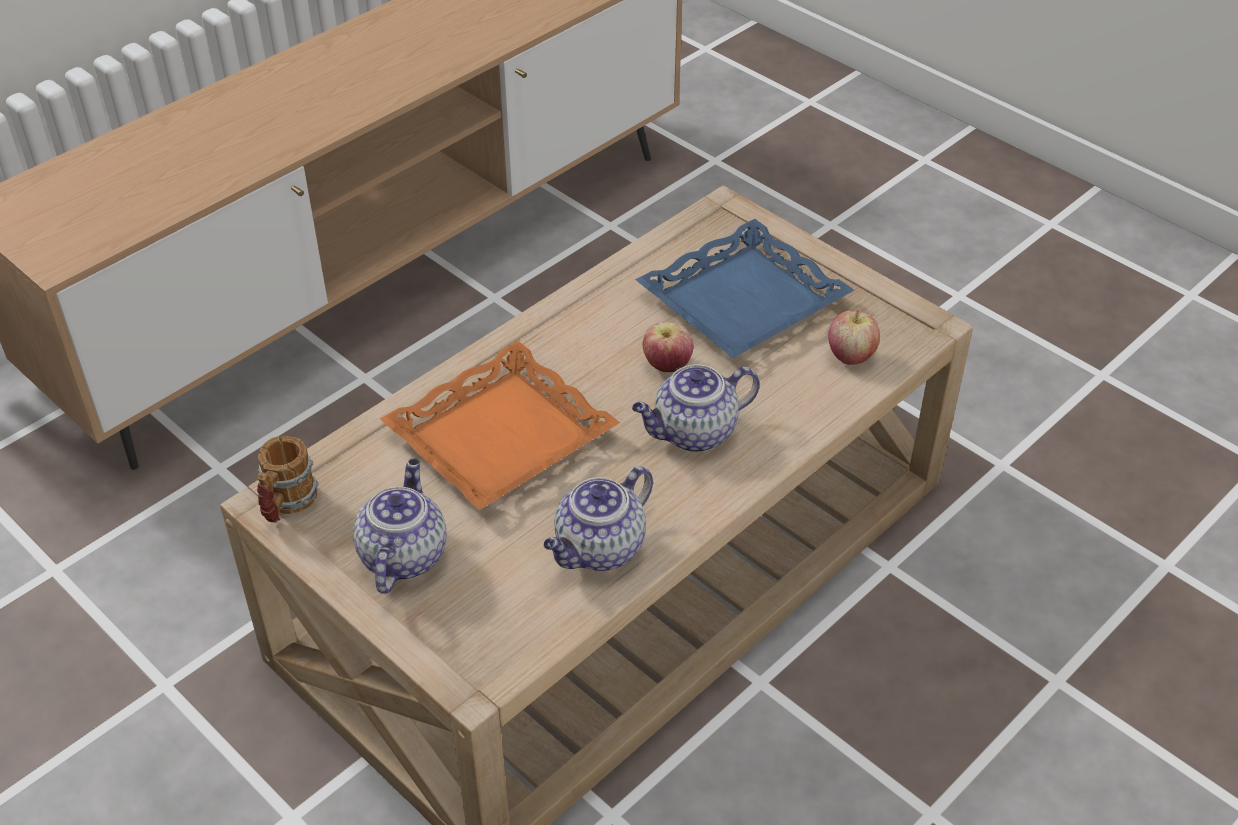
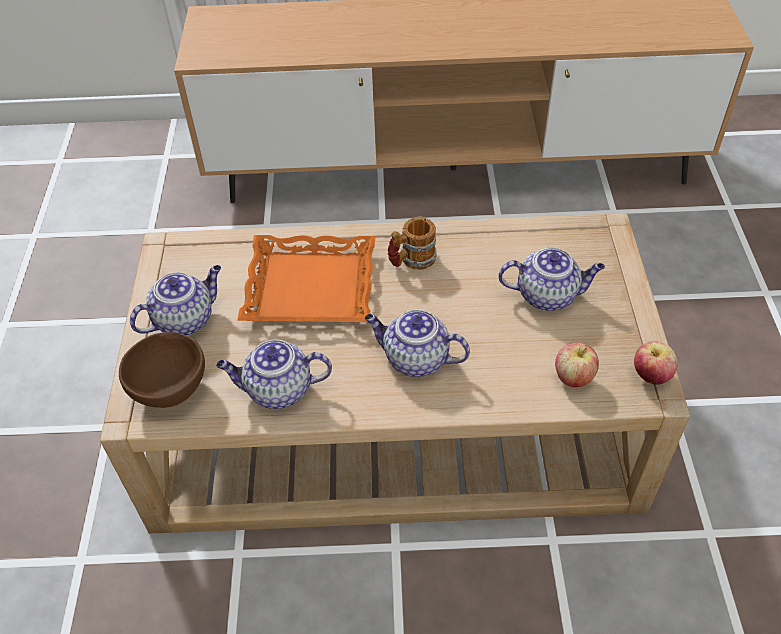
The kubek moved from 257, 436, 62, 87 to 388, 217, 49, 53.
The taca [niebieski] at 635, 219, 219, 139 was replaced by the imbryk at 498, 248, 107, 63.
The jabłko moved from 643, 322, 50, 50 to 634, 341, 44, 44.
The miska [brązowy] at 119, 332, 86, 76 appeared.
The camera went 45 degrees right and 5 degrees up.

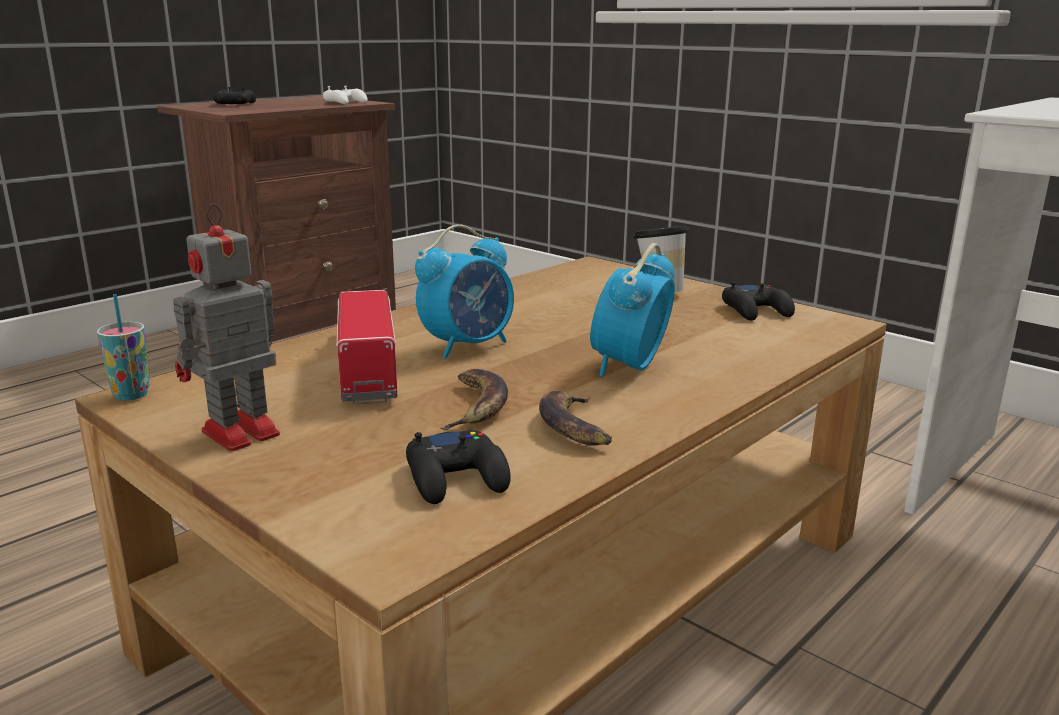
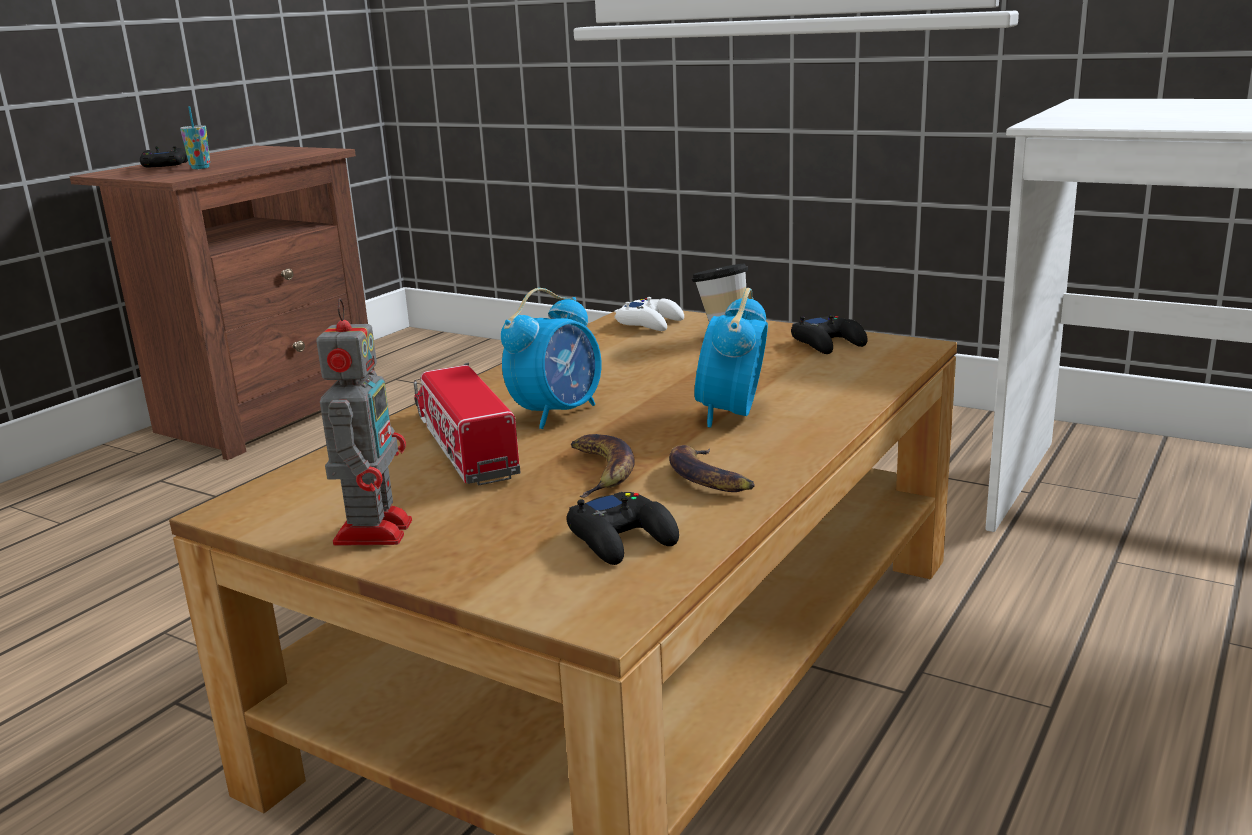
The filiżanka moved from 97, 294, 53, 107 to 180, 106, 30, 63.
The robot zabawkowy at 173, 204, 107, 248 turned 150 degrees clockwise.
The pad do gier [biały] moved from 323, 86, 45, 18 to 614, 297, 70, 34.
The camera went 10 degrees left and 0 degrees up.

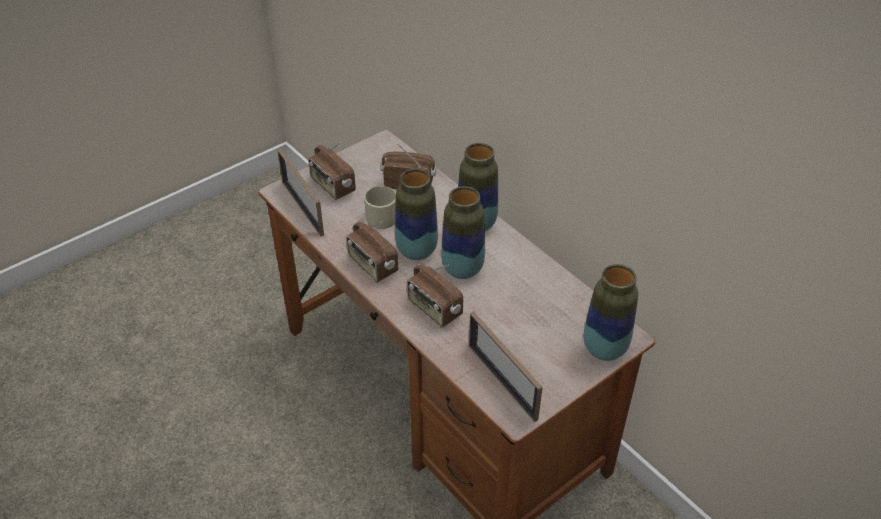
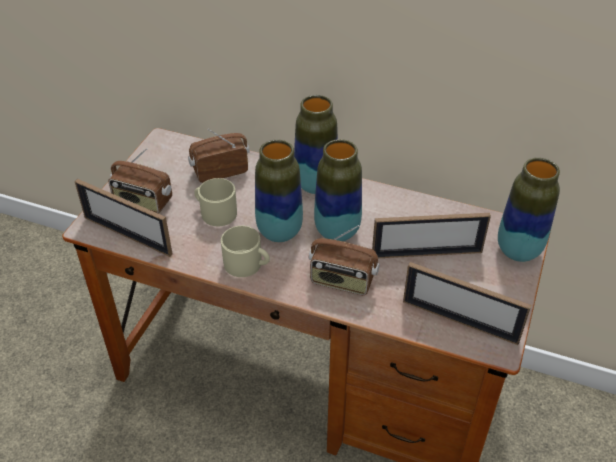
The radio at 346, 221, 52, 61 was replaced by the kubek [beżowy] at 221, 226, 49, 51.
The ramka na zdjęcie at 372, 213, 119, 45 appeared.
The camera went 30 degrees left and 0 degrees up.

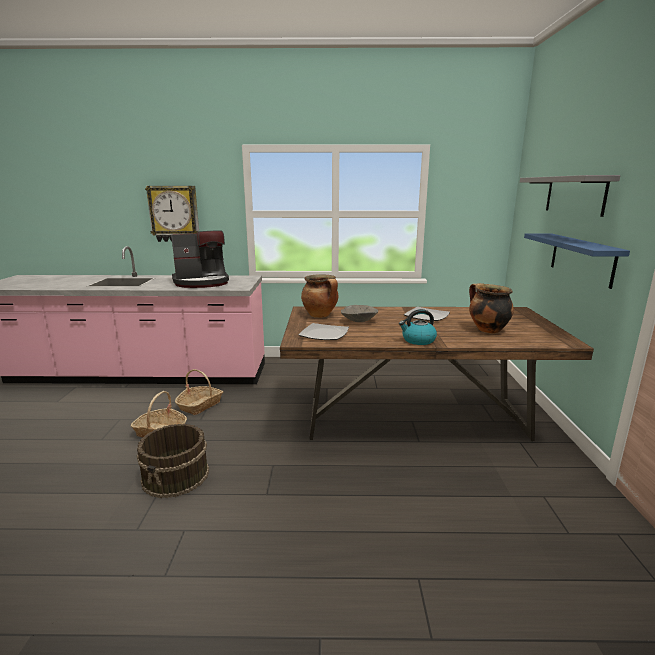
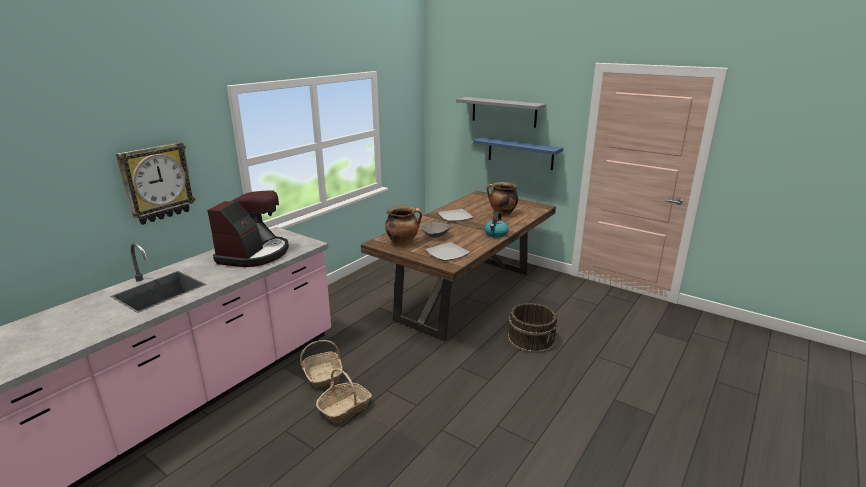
The wiadro [brązowy] moved from 137, 424, 72, 74 to 508, 303, 49, 51.
The camera went 55 degrees left and 5 degrees up.

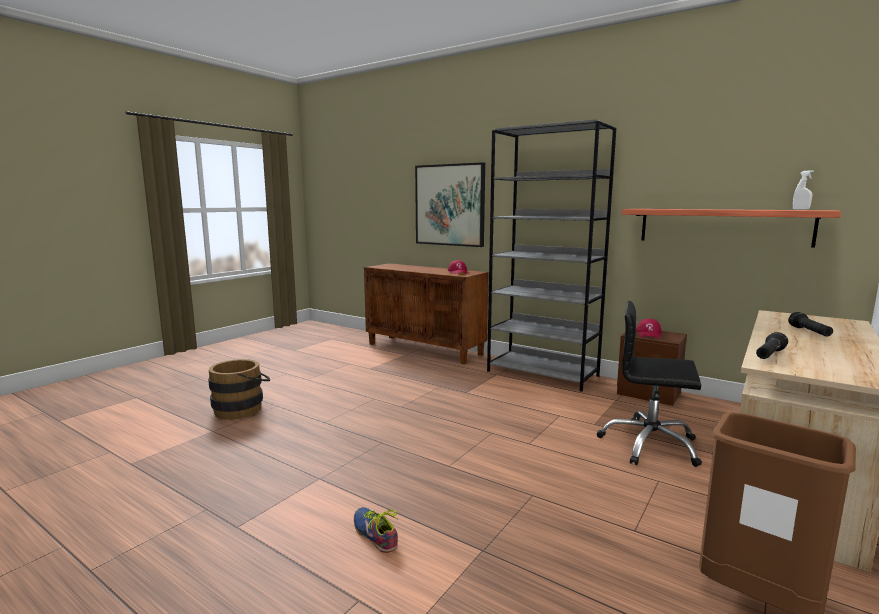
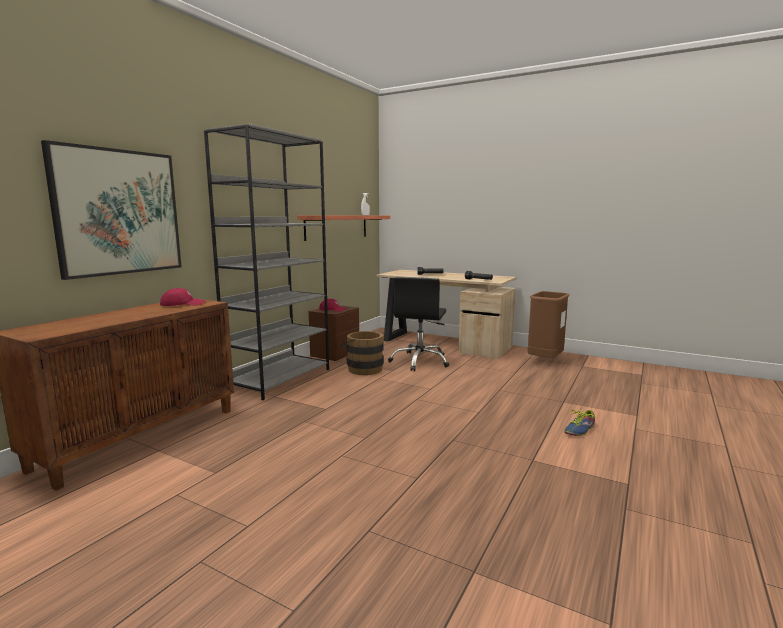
The wiadro [brązowy] moved from 208, 359, 62, 61 to 340, 331, 44, 44.
The camera went 95 degrees left and 0 degrees up.

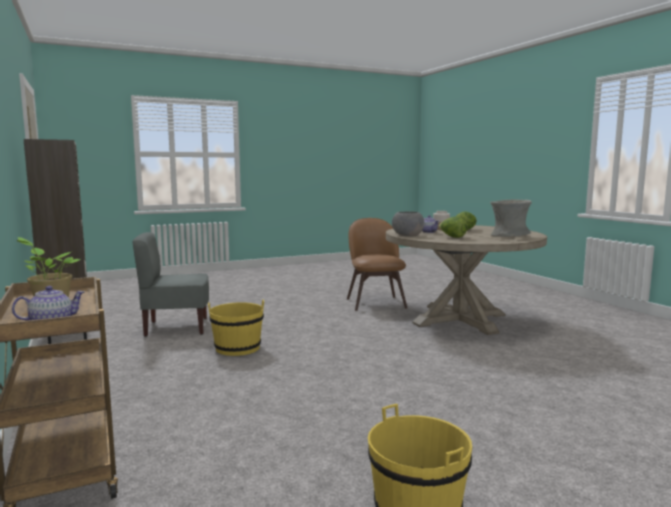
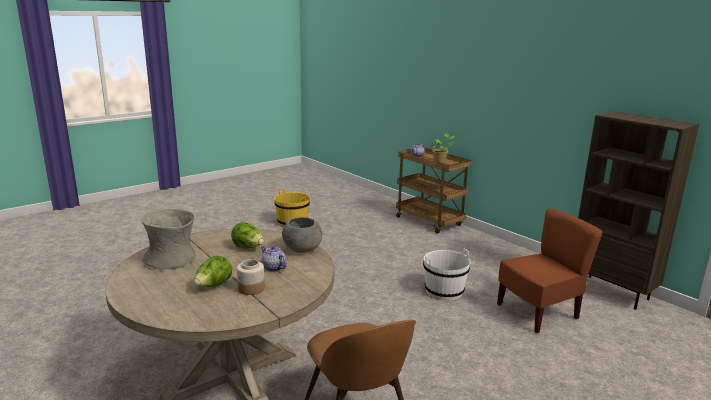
The krzesło [szary] at 133, 232, 76, 105 became the krzesło [brązowy] at 497, 208, 106, 125.
The wiadro [żółty] at 208, 299, 56, 57 became the wiadro [biały] at 423, 248, 48, 52.
The camera went 165 degrees right and 10 degrees up.

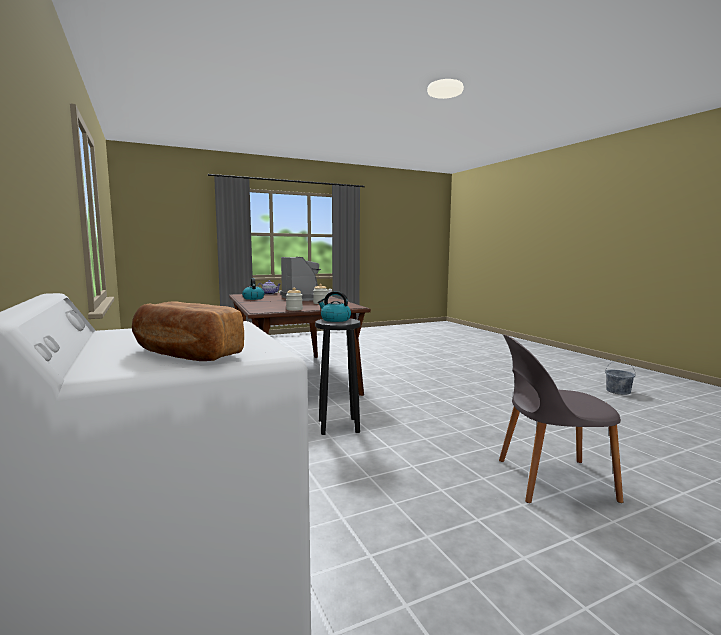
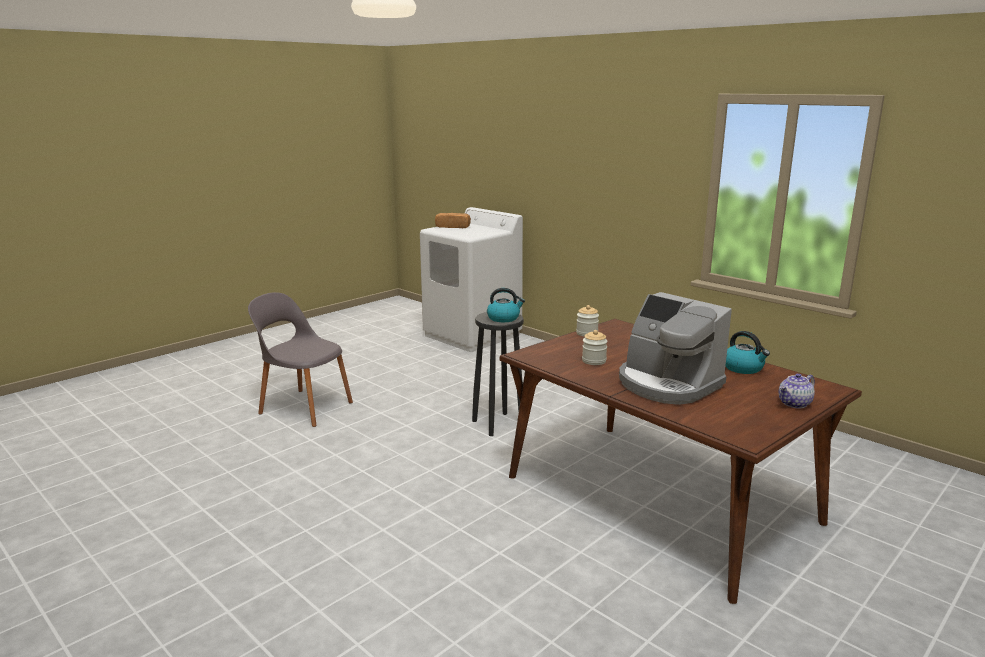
The krzesło [szary] at 499, 334, 124, 169 turned 135 degrees counterclockwise.
The wiadro [szary] at 605, 359, 31, 36 disappeared.
The camera went 160 degrees right and 10 degrees up.

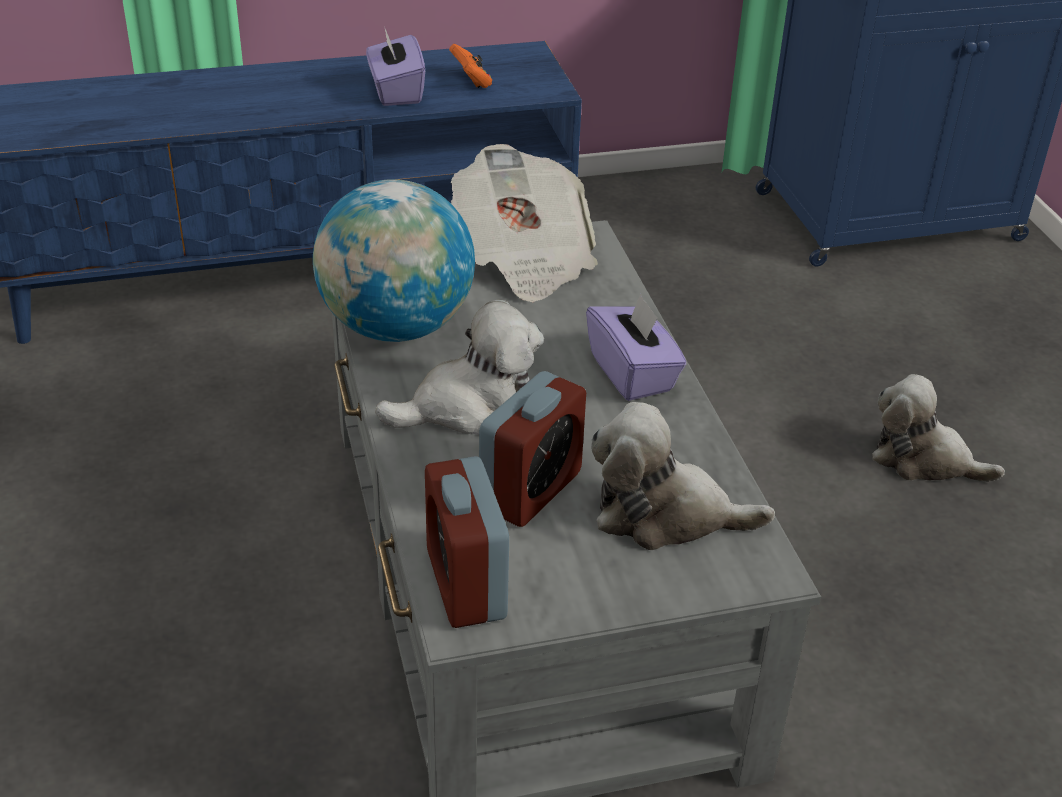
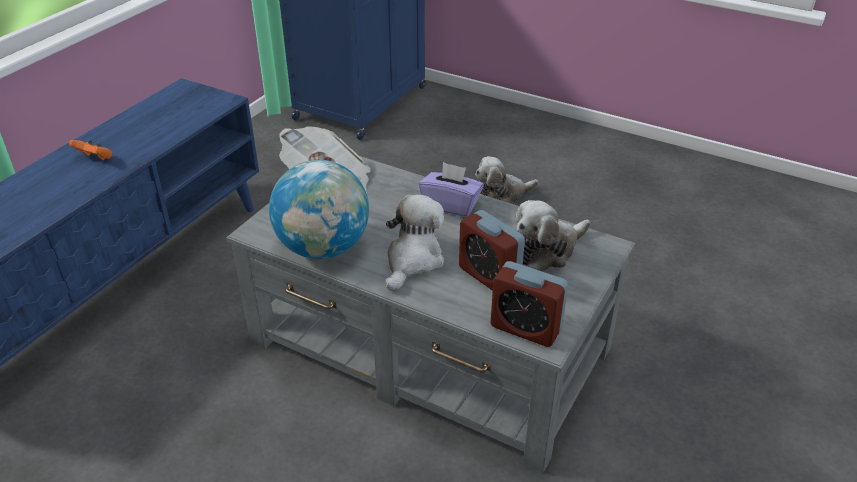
The pudełko chusteczek [fioletowy] at 366, 29, 59, 77 disappeared.
The pad do gier [pomarańczowy] moved from 449, 44, 43, 44 to 69, 140, 44, 21.
The budzik at 479, 371, 107, 156 turned 150 degrees clockwise.
The camera went 45 degrees left and 0 degrees up.

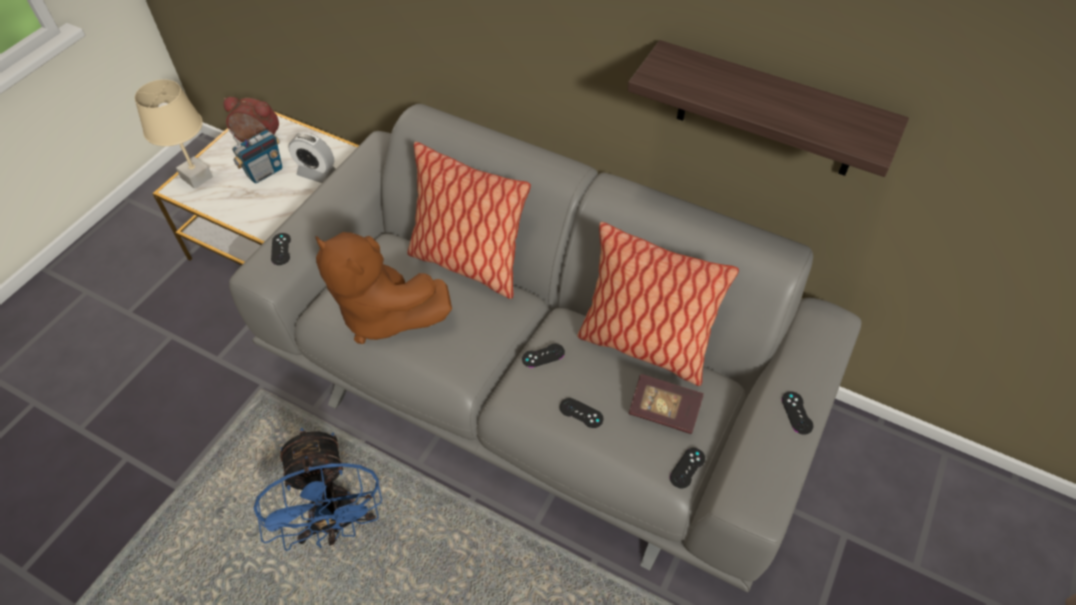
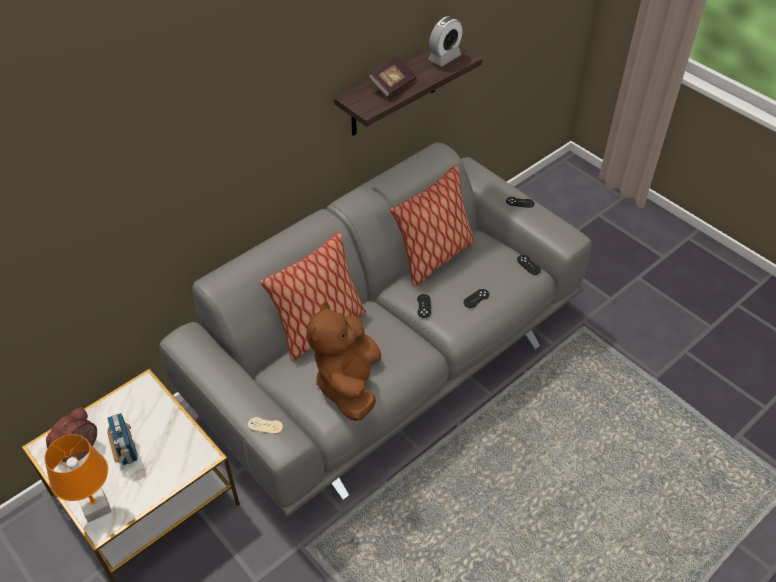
The lampa stołowa [beżowy] at 135, 79, 78, 110 became the lampa stołowa [pomarańczowy] at 45, 434, 67, 89.
The wentylator [niebieski] at 253, 428, 129, 123 disappeared.
The pad do gier [czarny] at 271, 233, 20, 32 became the pad do gier [beżowy] at 248, 417, 35, 17.
The budzik moved from 288, 132, 48, 51 to 428, 16, 34, 50.
The pluszak [brązowy] at 315, 232, 137, 112 turned 135 degrees clockwise.
The książka moved from 628, 374, 76, 60 to 368, 56, 48, 41.
The camera went 70 degrees left and 5 degrees down.

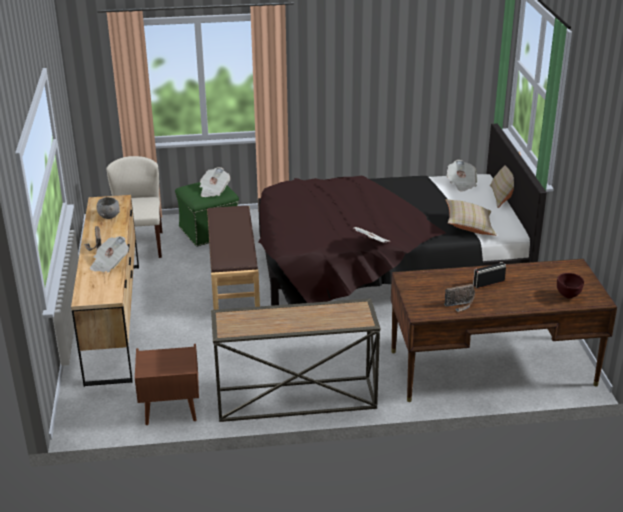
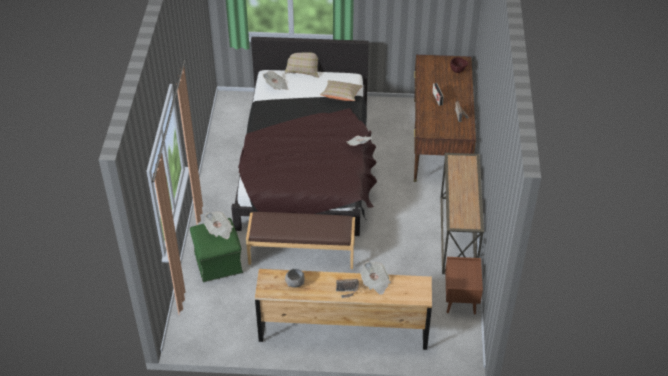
The krzesło [beżowy] at 106, 156, 57, 102 disappeared.
The camera went 80 degrees left and 15 degrees up.

